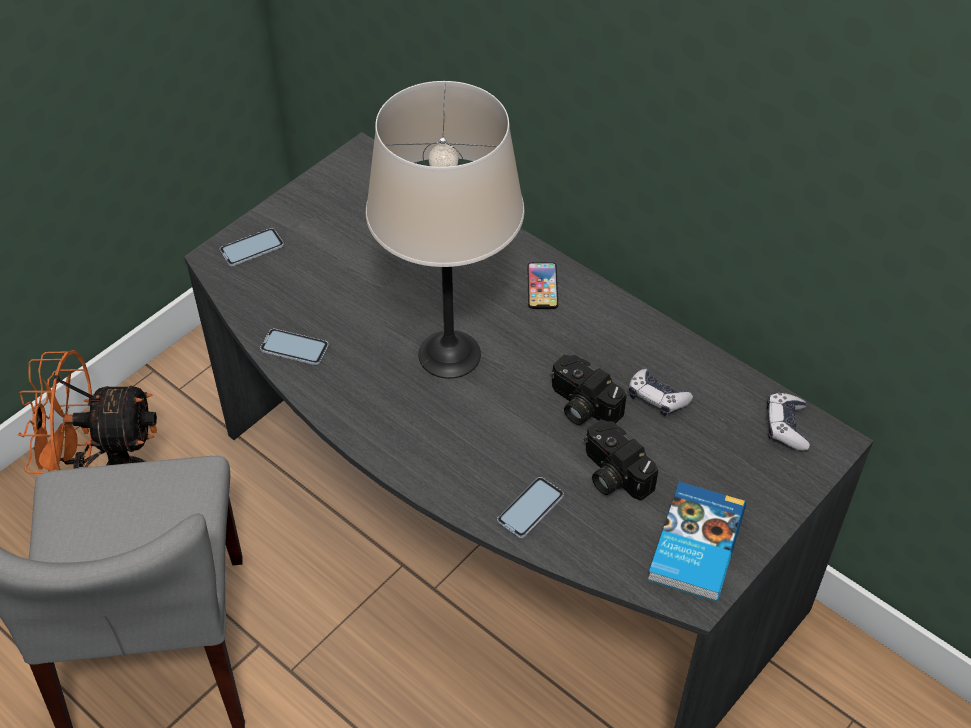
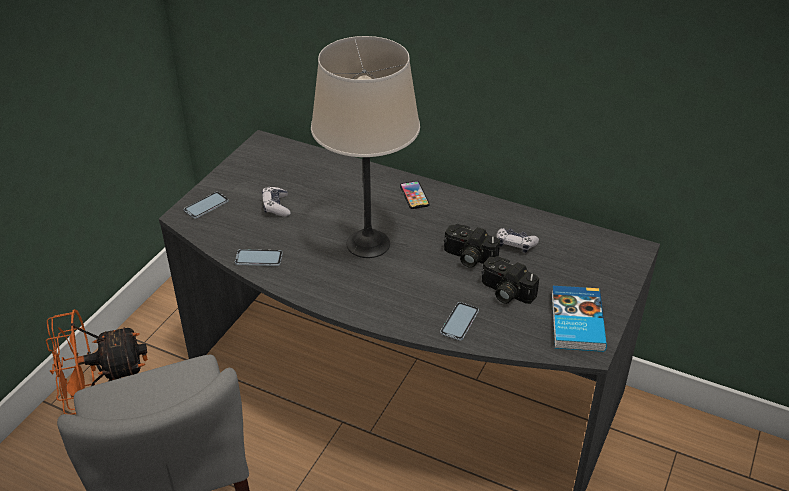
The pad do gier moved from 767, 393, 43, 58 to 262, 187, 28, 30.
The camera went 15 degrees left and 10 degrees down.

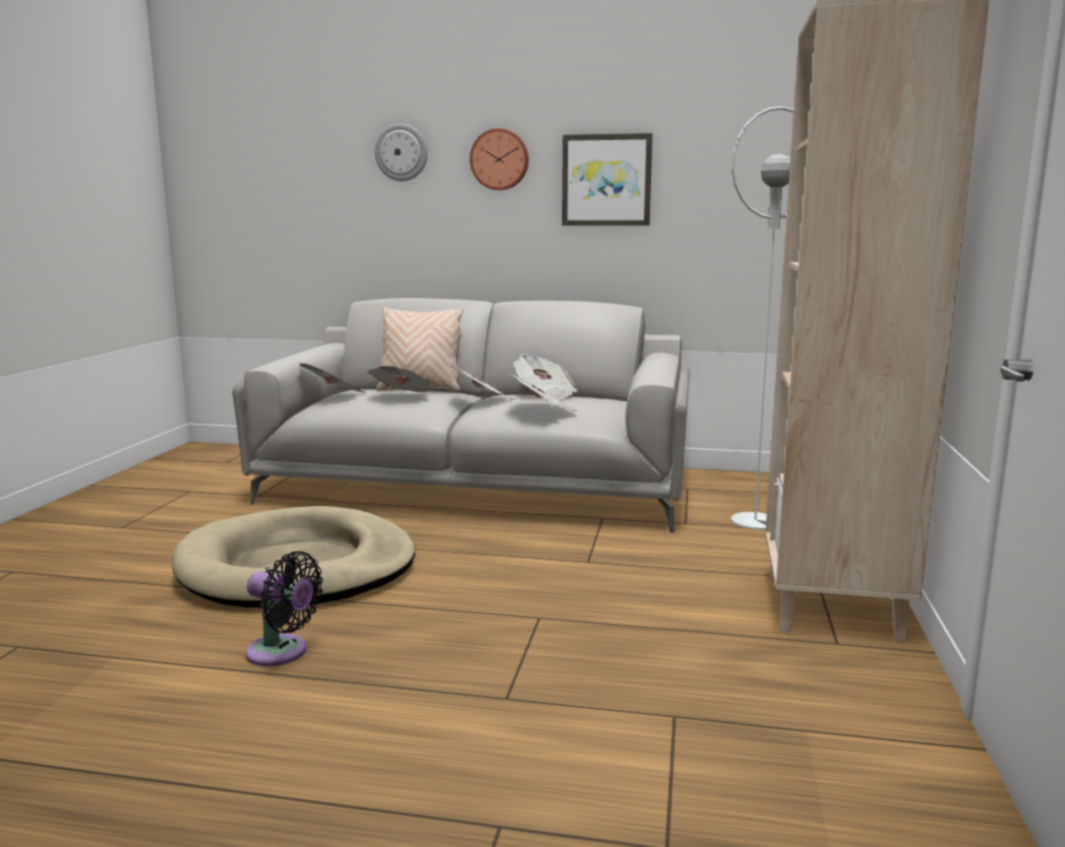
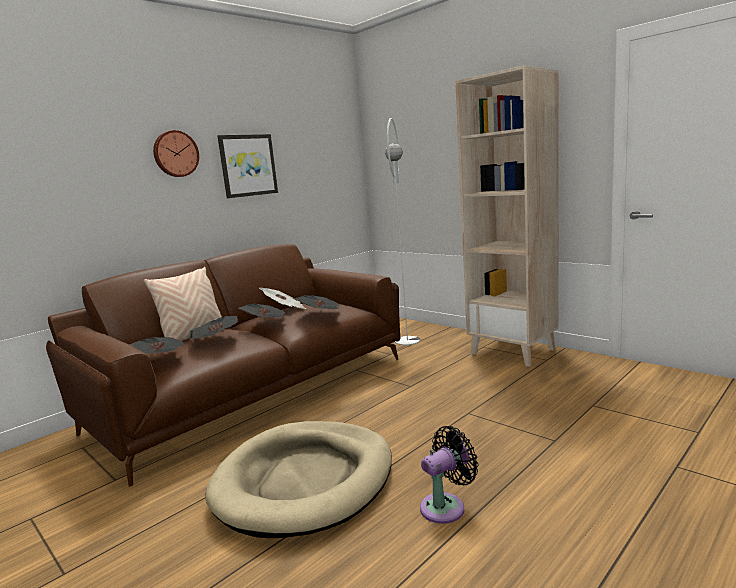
The kanapa [szary] at 232, 298, 458, 235 became the kanapa [brązowy] at 46, 244, 354, 243.
The zegar ścienny at 375, 123, 53, 58 disappeared.
The camera went 55 degrees left and 0 degrees up.

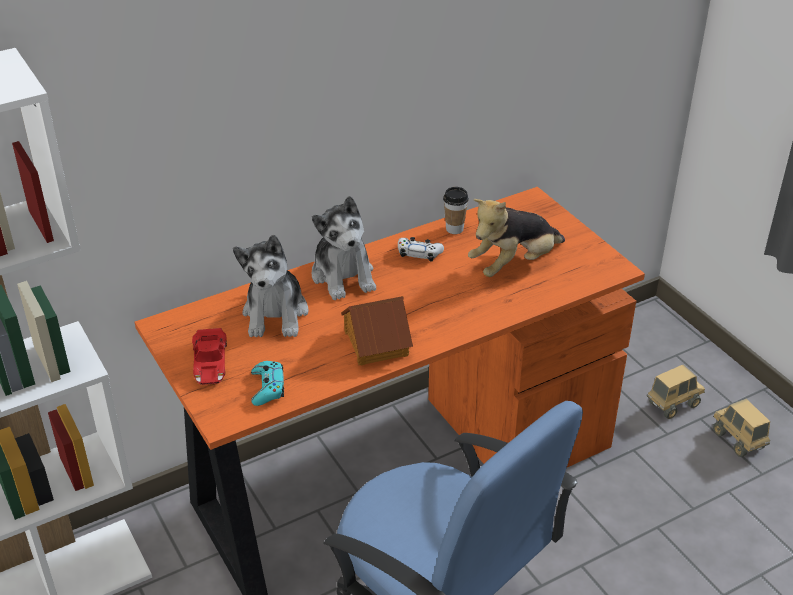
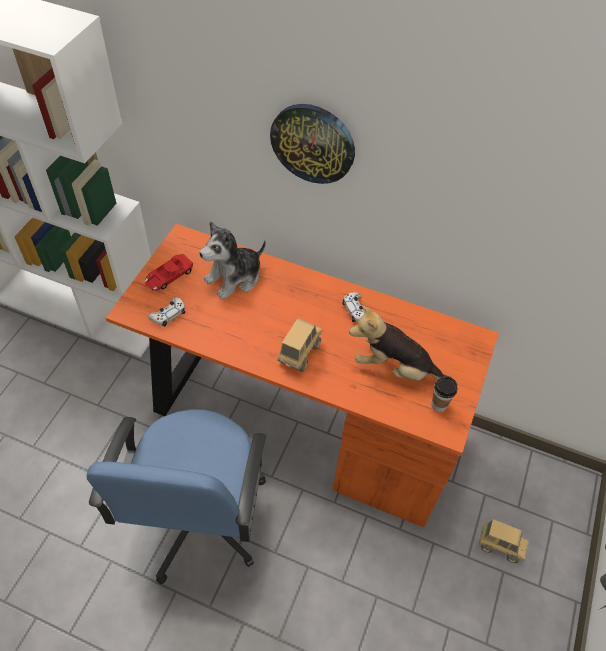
The pad do gier [turkusowy] at 251, 361, 33, 45 became the pad do gier [biały] at 148, 297, 37, 30.
The pluszak at 312, 196, 64, 104 disappeared.
The domek at 341, 296, 72, 69 disappeared.
The filiżanka moved from 443, 187, 26, 47 to 431, 377, 27, 35.
The ciężarówka zabawkowa moved from 713, 399, 57, 58 to 277, 318, 45, 54.
The zegar ścienny at 270, 104, 85, 80 appeared.
The camera went 50 degrees right and 15 degrees up.

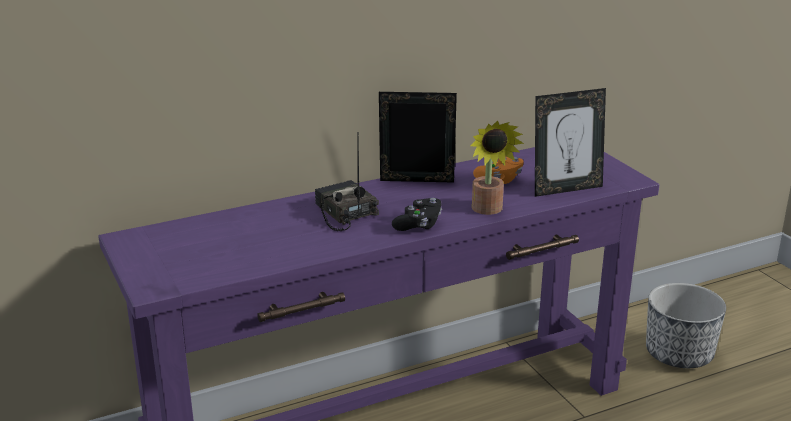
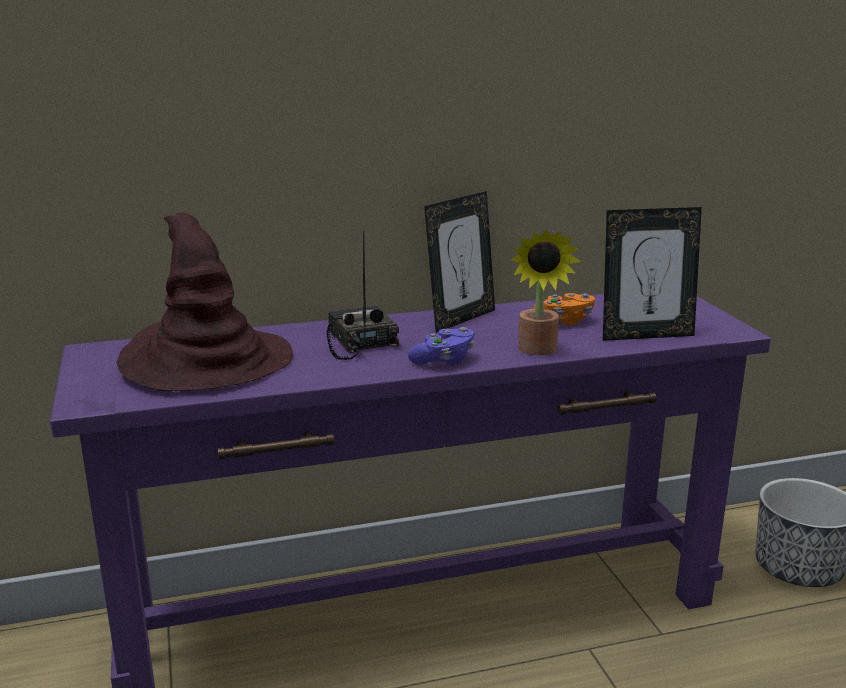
The ramka na zdjęcie at 379, 92, 78, 90 turned 120 degrees clockwise.
The pad do gier [czarny] at 392, 198, 50, 33 became the pad do gier [fioletowy] at 408, 327, 66, 38.
The kapelusz [brązowy] at 117, 213, 176, 178 appeared.
The camera went 10 degrees right and 5 degrees down.

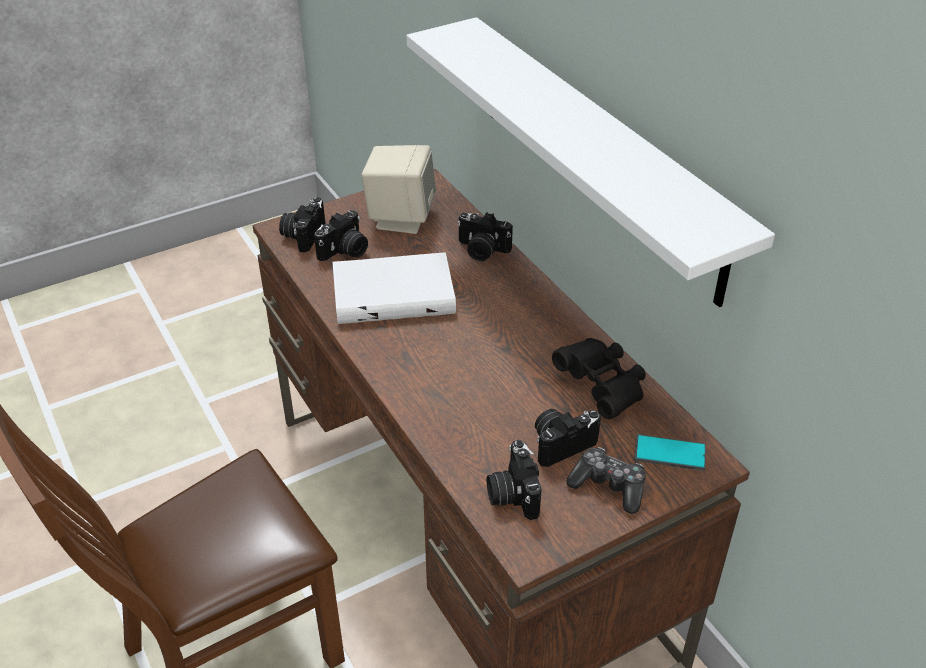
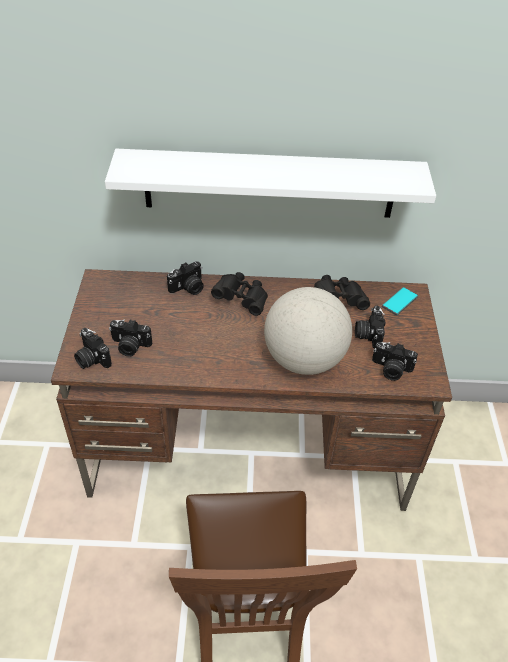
The aparat fotograficzny at 314, 210, 54, 51 turned 120 degrees clockwise.
The książka [biały] at 333, 252, 123, 72 disappeared.
The głośnik [beżowy] at 361, 145, 75, 89 disappeared.
The pad do gier at 566, 447, 80, 67 disappeared.
The lornetka [czarny] at 211, 272, 57, 44 appeared.
The globus at 264, 287, 88, 88 appeared.
The camera went 60 degrees left and 5 degrees up.

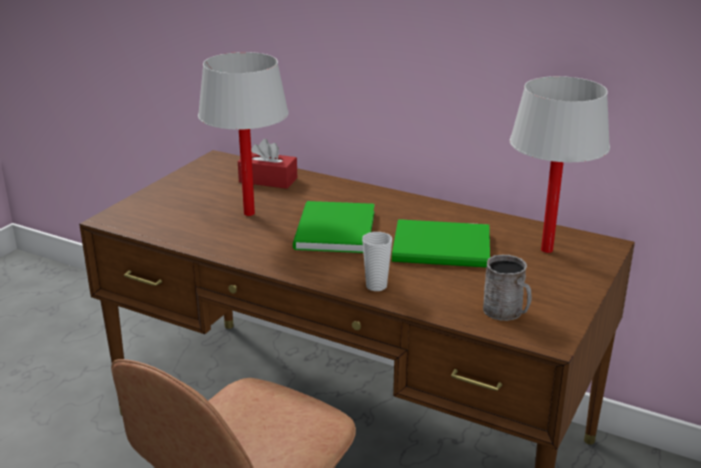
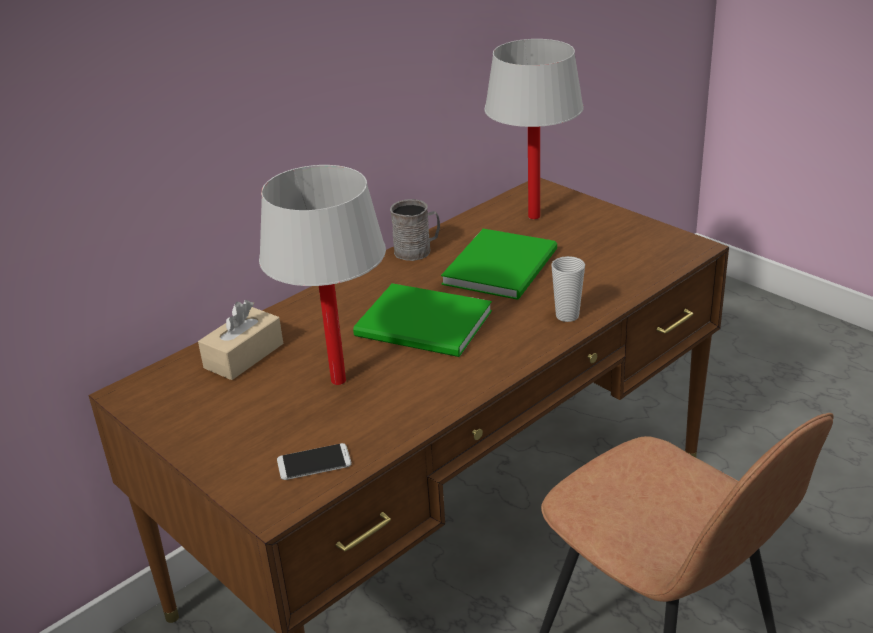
The pudełko chusteczek [czerwony] at 238, 139, 59, 50 became the pudełko chusteczek [beżowy] at 198, 300, 85, 80.
The kubek [szary] moved from 483, 255, 49, 66 to 390, 199, 50, 62.
The telefon at 277, 443, 75, 37 appeared.
The camera went 70 degrees left and 5 degrees up.

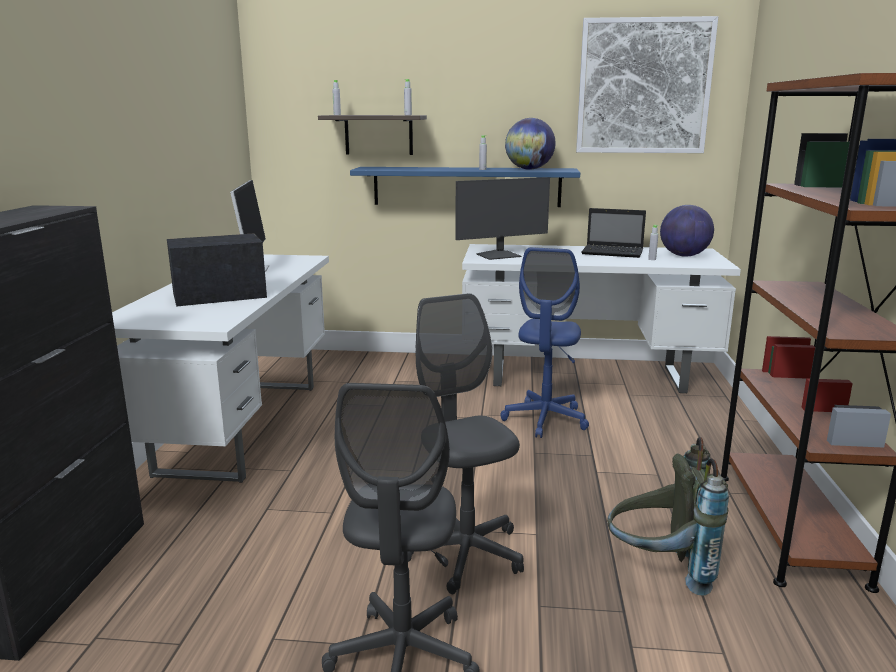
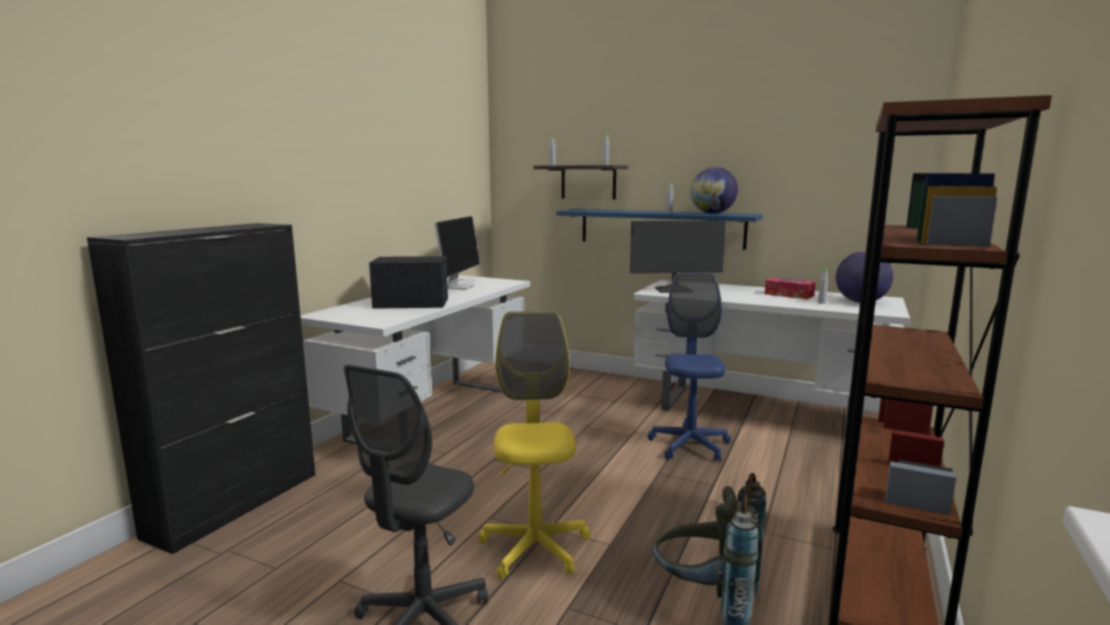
The krzesło biurowe [szary] at 407, 293, 117, 301 became the krzesło biurowe [żółty] at 478, 311, 113, 269.
The krzesło biurowe [niebieski] at 500, 247, 89, 191 turned 150 degrees clockwise.
The obraz at 576, 16, 142, 137 disappeared.
The laptop at 581, 208, 65, 50 was replaced by the pudełko chusteczek at 765, 277, 50, 22.
The camera went 20 degrees right and 5 degrees down.

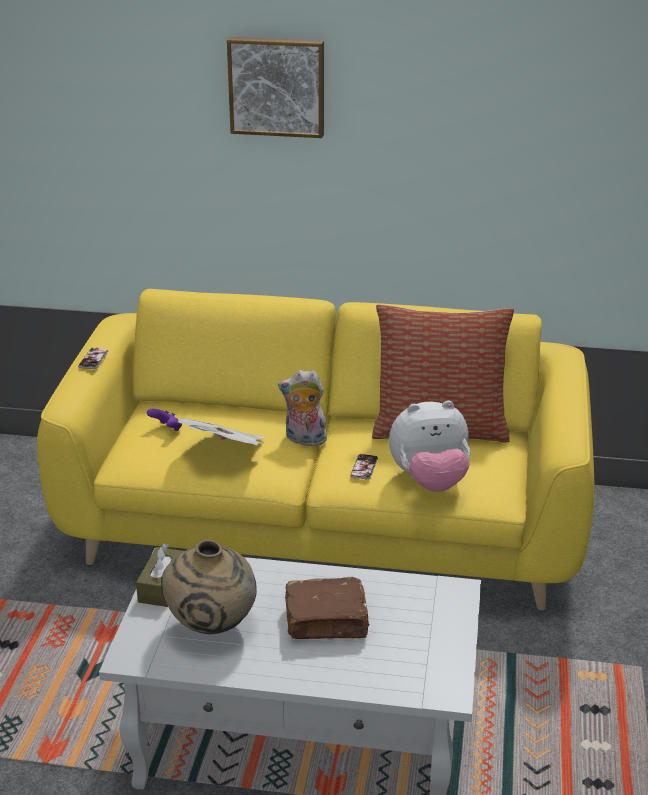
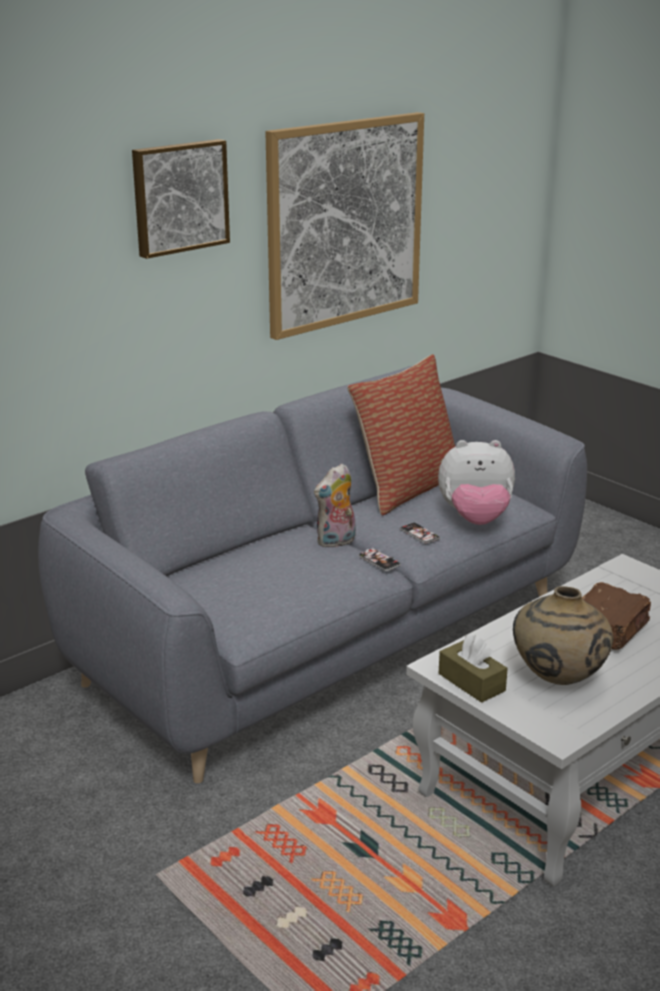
The kanapa [żółty] at 37, 289, 558, 321 became the kanapa [szary] at 38, 365, 549, 418.
The telefon moved from 78, 347, 30, 22 to 358, 547, 43, 24.
The pad do gier [fioletowy] at 147, 408, 35, 23 disappeared.
The gazeta at 178, 418, 87, 27 disappeared.
The pluszak at 389, 401, 82, 91 turned 60 degrees clockwise.
The obraz at 265, 112, 159, 228 appeared.
The camera went 50 degrees left and 5 degrees down.

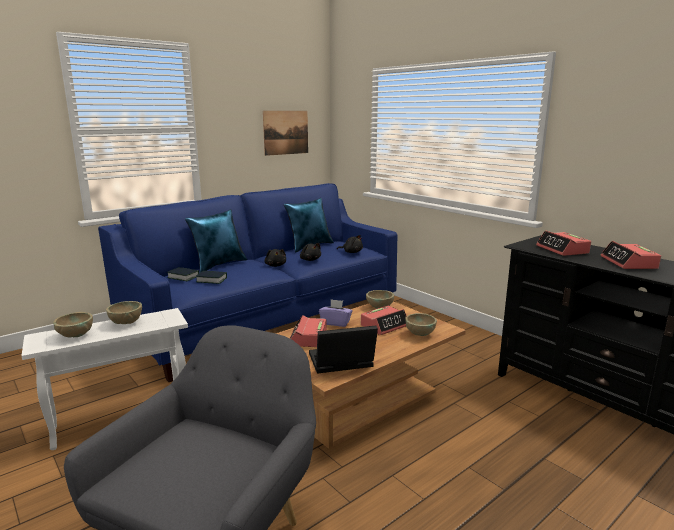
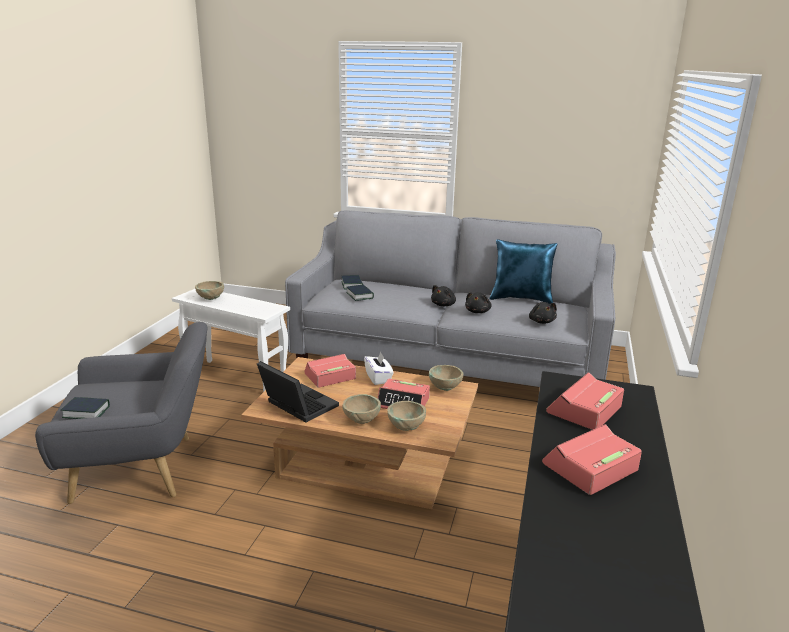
The kanapa [niebieski] at 98, 183, 299, 199 became the kanapa [szary] at 285, 210, 331, 177.
The miska [beżowy] moved from 106, 301, 36, 23 to 342, 394, 39, 30.
The poduszka [niebieski] at 185, 209, 62, 63 disappeared.
The obraz at 263, 111, 45, 45 disappeared.
The pudełko chusteczek [fioletowy] at 319, 299, 33, 28 became the pudełko chusteczek [biały] at 364, 351, 30, 34.
The książka at 61, 397, 49, 22 appeared.
The camera went 55 degrees right and 5 degrees up.

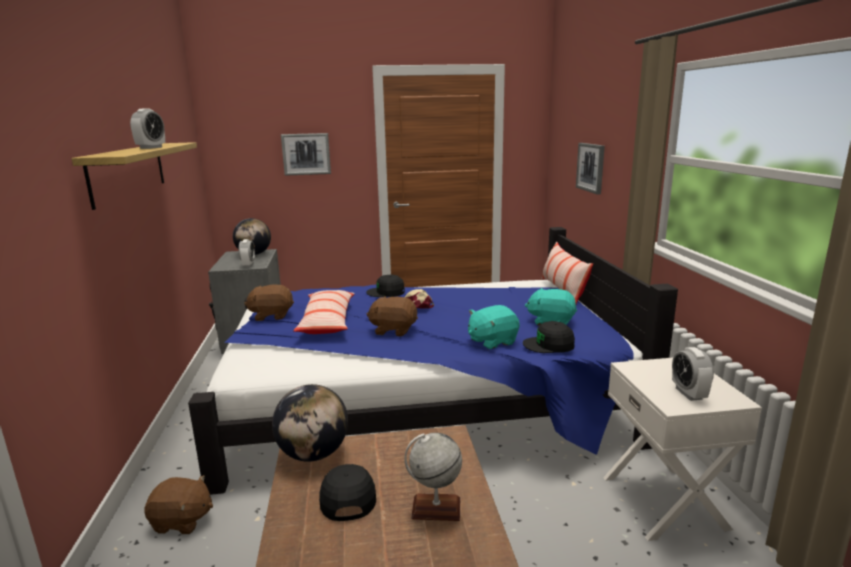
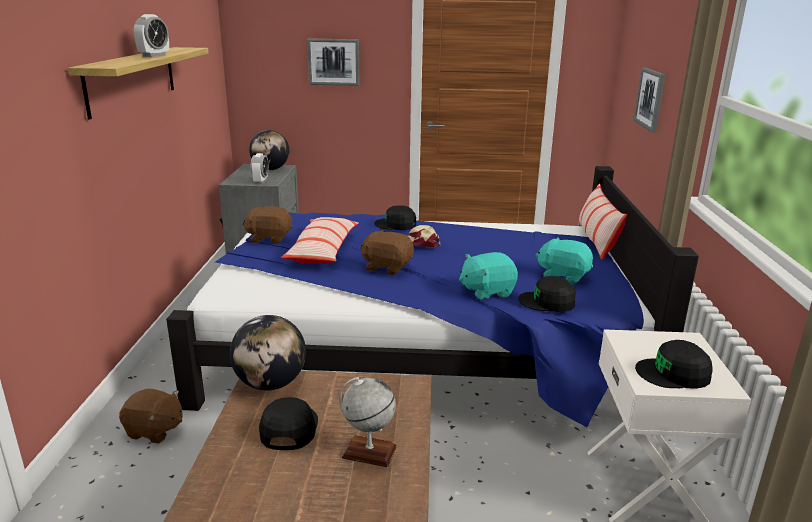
The budzik at 672, 347, 42, 54 was replaced by the czapka z daszkiem [czarny] at 635, 340, 78, 49.
The camera went 10 degrees right and 5 degrees up.

